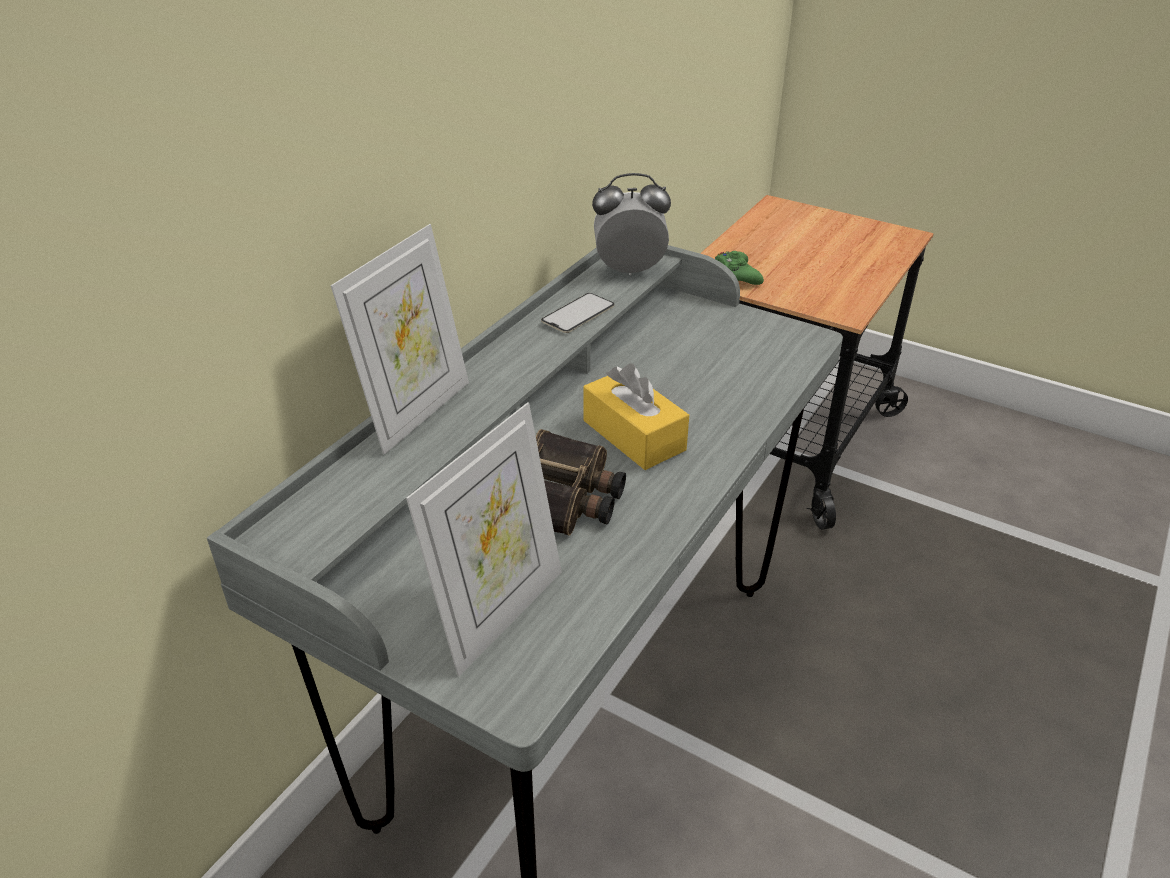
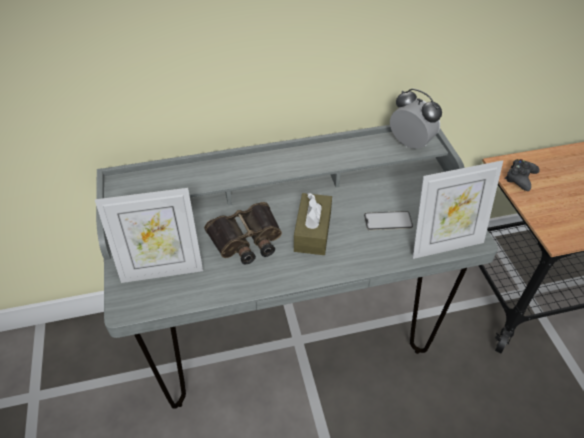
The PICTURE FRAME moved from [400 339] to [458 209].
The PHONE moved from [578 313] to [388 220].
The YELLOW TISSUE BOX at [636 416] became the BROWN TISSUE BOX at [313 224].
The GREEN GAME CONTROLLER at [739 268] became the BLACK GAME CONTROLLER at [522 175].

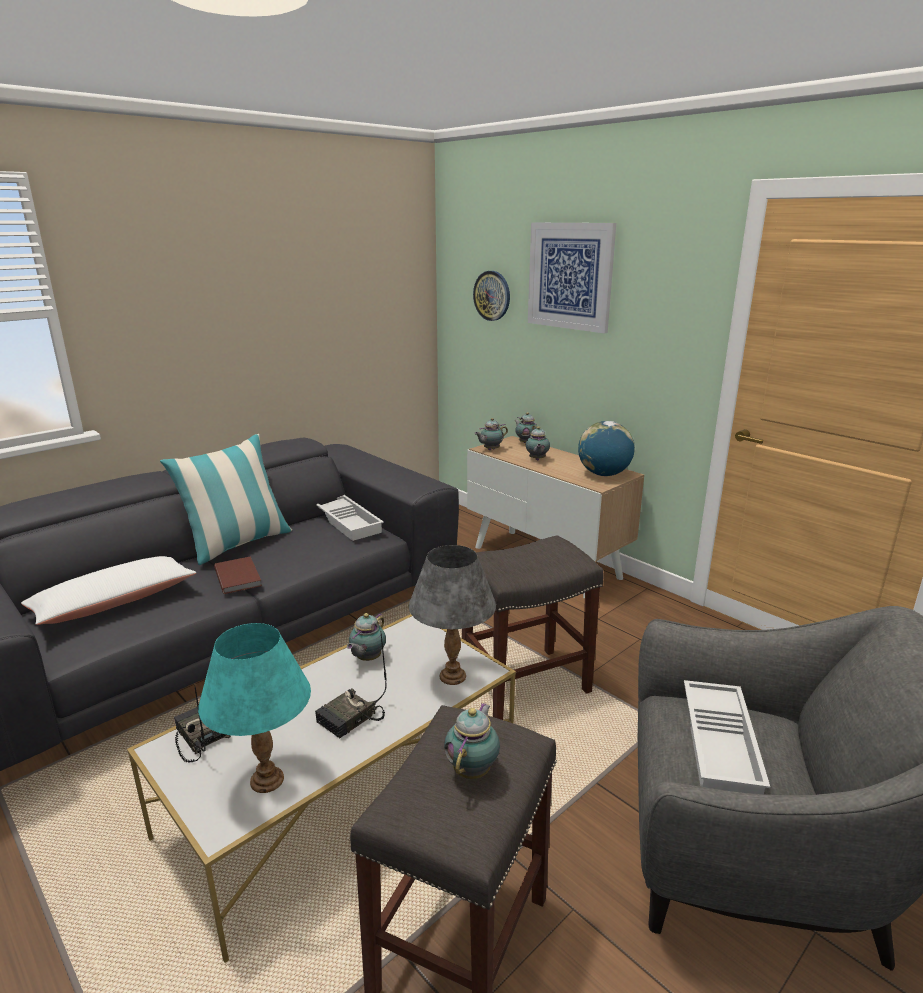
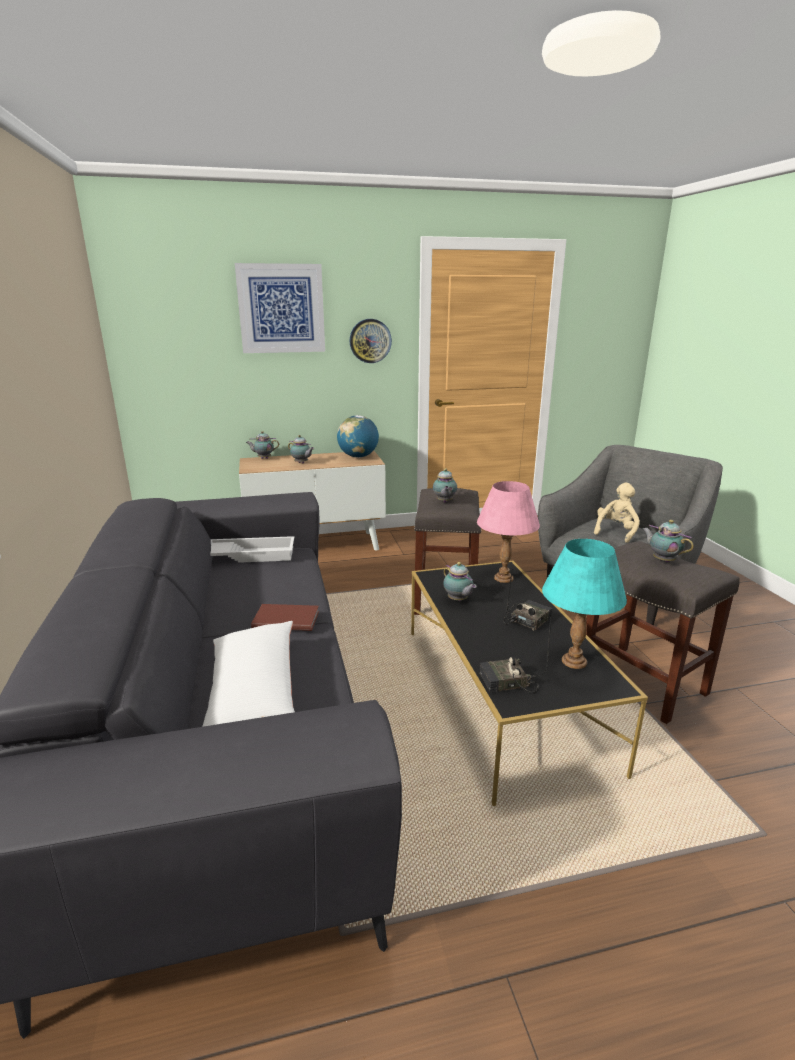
The PILLOW at [226 499] disappeared.
The WALL CLOCK moved from [491 296] to [370 341].
The TEAPOT moved from [491 434] to [445 485].
The WHITE TRAY at [727 737] was replaced by the BEIGE PLUSH TOY at [617 512].
The WHITE COFFEE TABLE at [321 788] became the BLACK COFFEE TABLE at [529 683].
The GREY TABLE LAMP at [452 615] became the PINK TABLE LAMP at [508 532].
The RADIO at [351 686] turned 120 degrees counterclockwise.

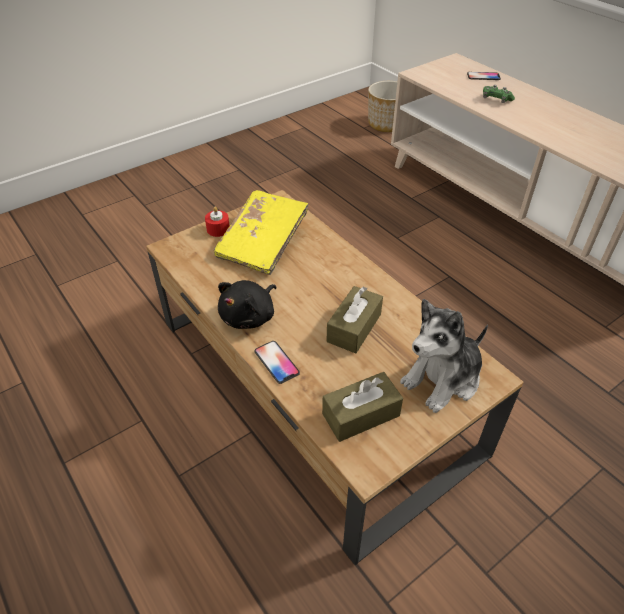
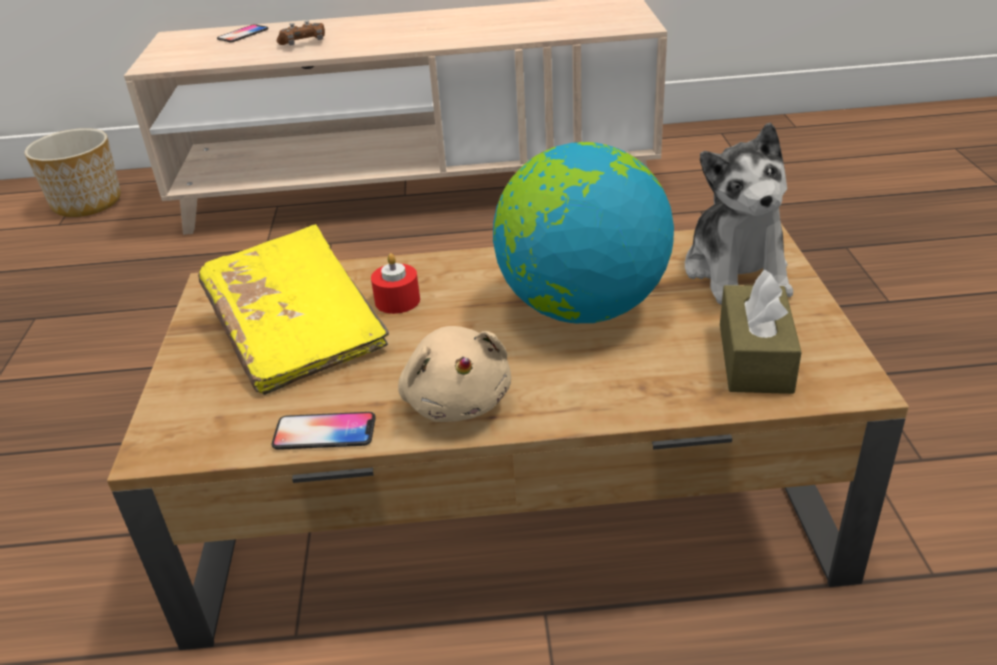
The RED CANDLE moved from [217 222] to [395 283].
The PHONE moved from [277 362] to [324 431].
The BROWN TISSUE BOX at [355 320] was replaced by the GLOBE at [583 232].
The BLACK PLUSH TOY at [247 304] became the BEIGE PLUSH TOY at [454 374].
The GREEN GAME CONTROLLER at [499 94] became the BROWN GAME CONTROLLER at [301 32].

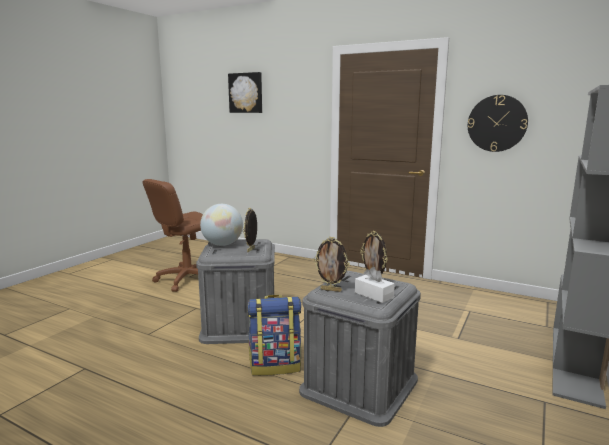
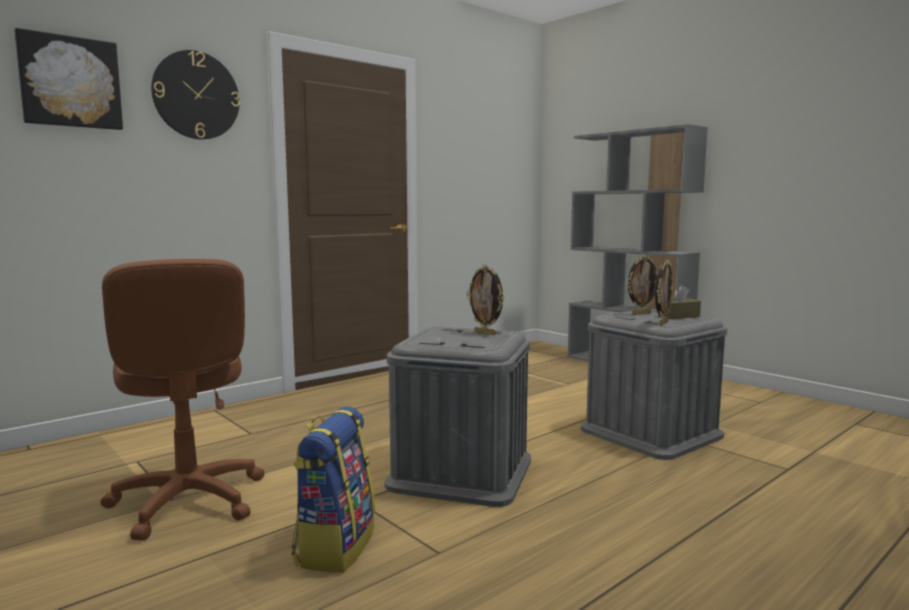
The GLOBE at [221 225] disappeared.
The BACKPACK moved from [274 335] to [333 490].
The WALL CLOCK moved from [498 123] to [195 94].
The WHITE TISSUE BOX at [375 285] became the BROWN TISSUE BOX at [679 302].

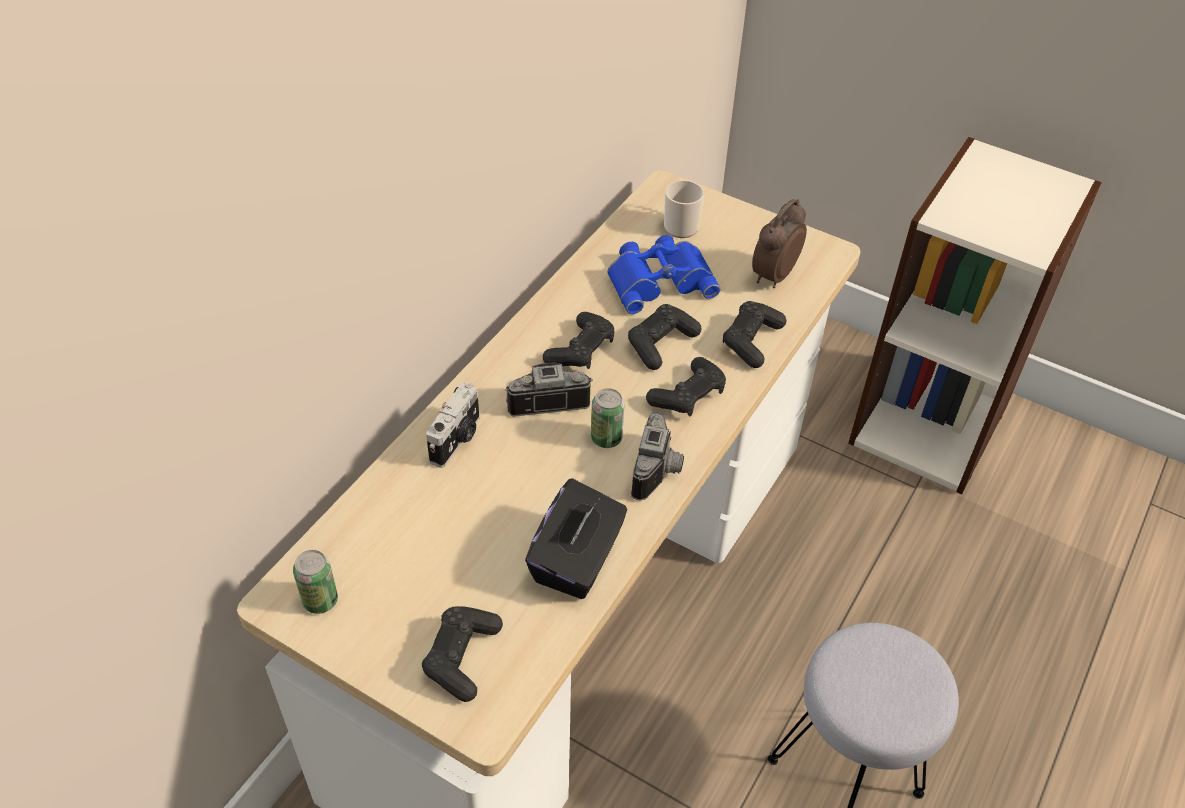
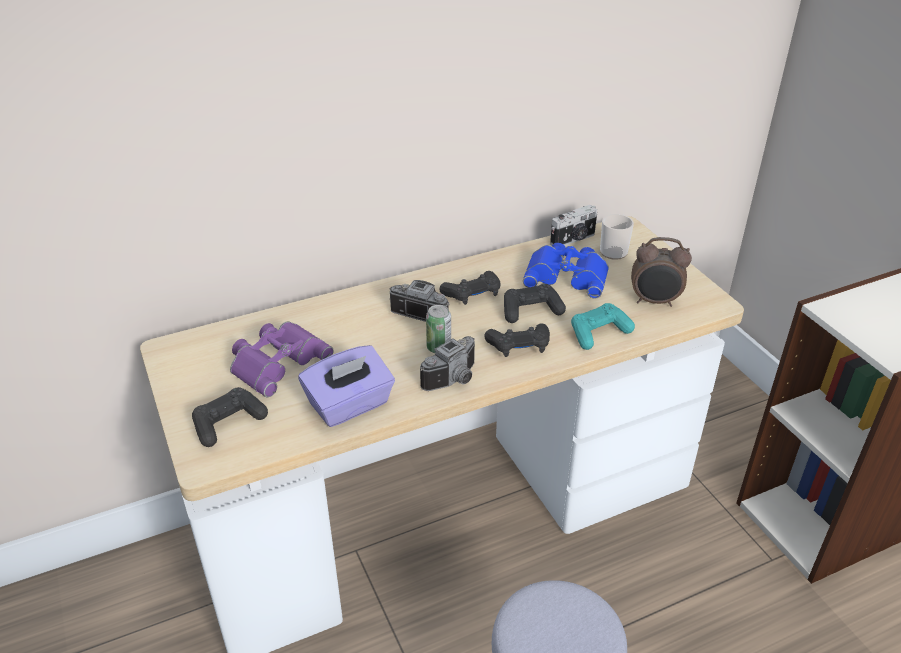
The CAN at [315 582] disappeared.
The PURPLE BINOCULARS at [282 359] appeared.
The PHOTO CAMERA moved from [452 425] to [573 225].
The BLACK TISSUE BOX at [576 538] became the PURPLE TISSUE BOX at [347 386].
The BLACK GAME CONTROLLER at [754 334] became the TURQUOISE GAME CONTROLLER at [603 326].
The ALARM CLOCK at [779 243] turned 150 degrees counterclockwise.

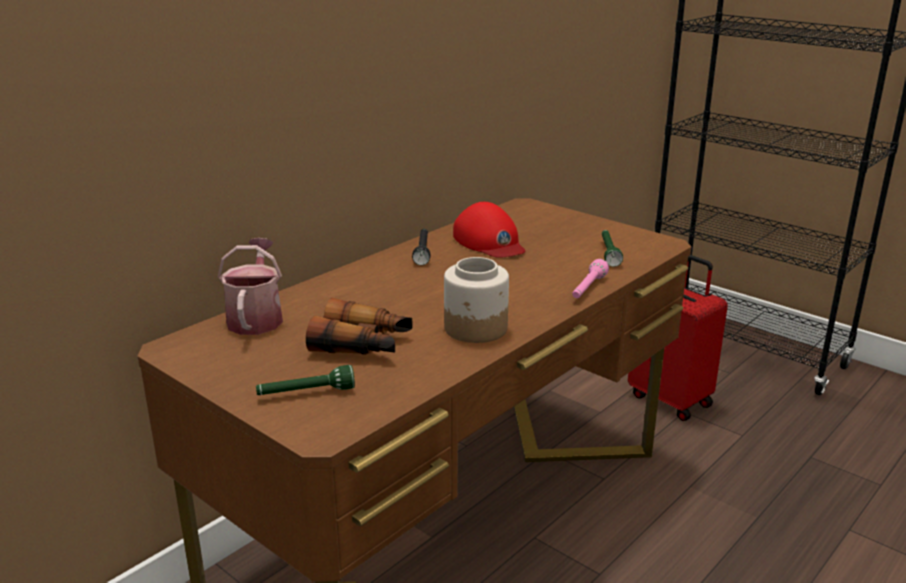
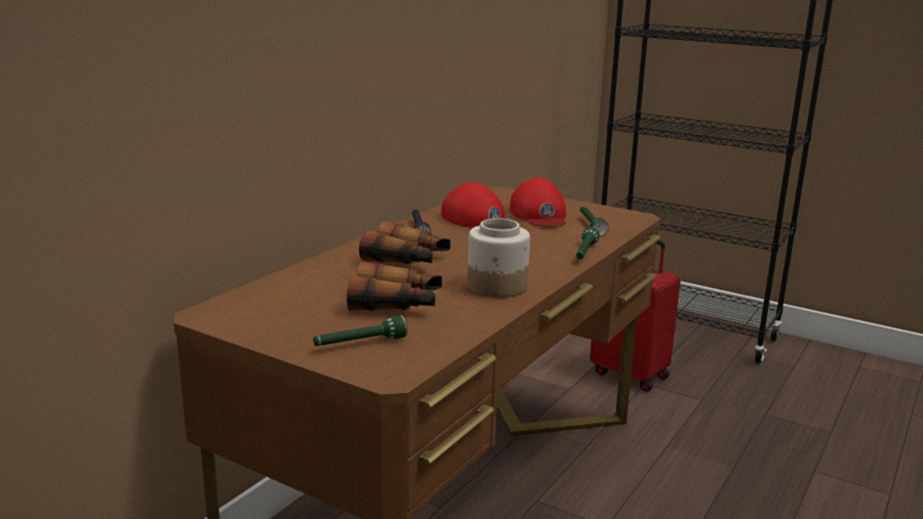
The WATERING CAN at [250 286] disappeared.
The BINOCULARS at [405 242] appeared.
The RED CAP at [538 202] appeared.
The PINK FLASHLIGHT at [590 278] became the GREEN FLASHLIGHT at [588 243].

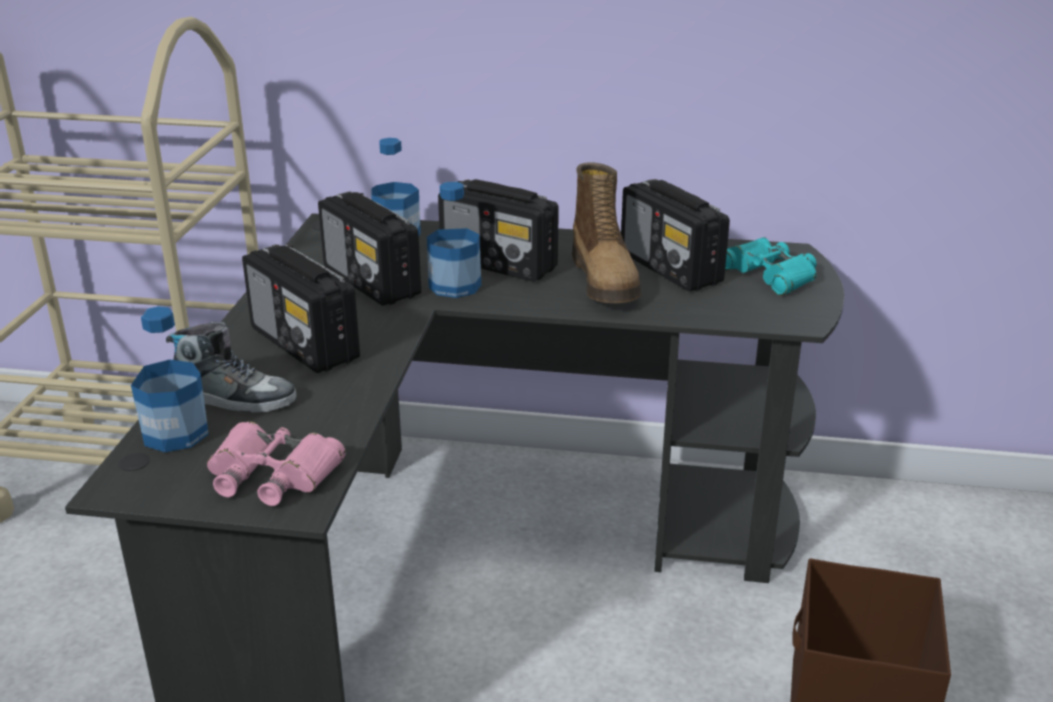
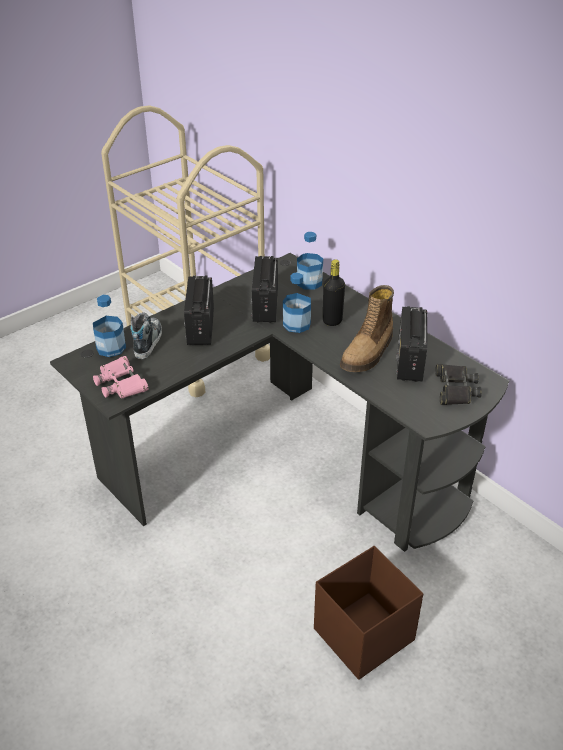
The RADIO at [498 230] was replaced by the BLACK BOTTLE at [334 292].
The TURQUOISE BINOCULARS at [771 266] became the BLACK BINOCULARS at [458 384].
The SHOE at [231 367] turned 135 degrees counterclockwise.

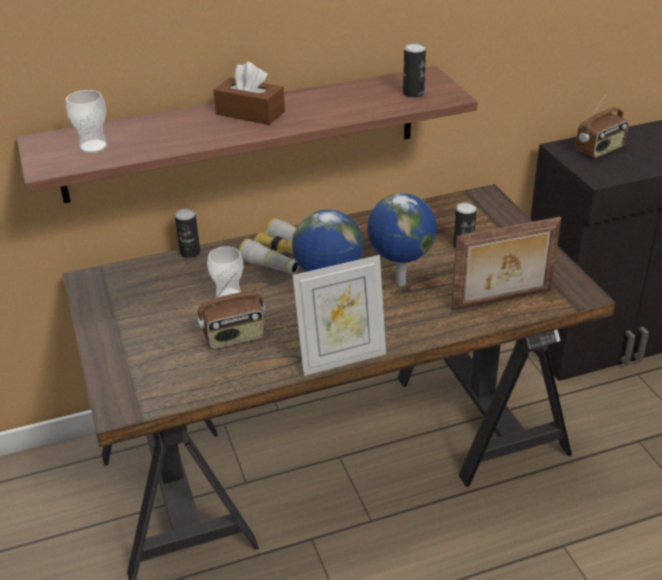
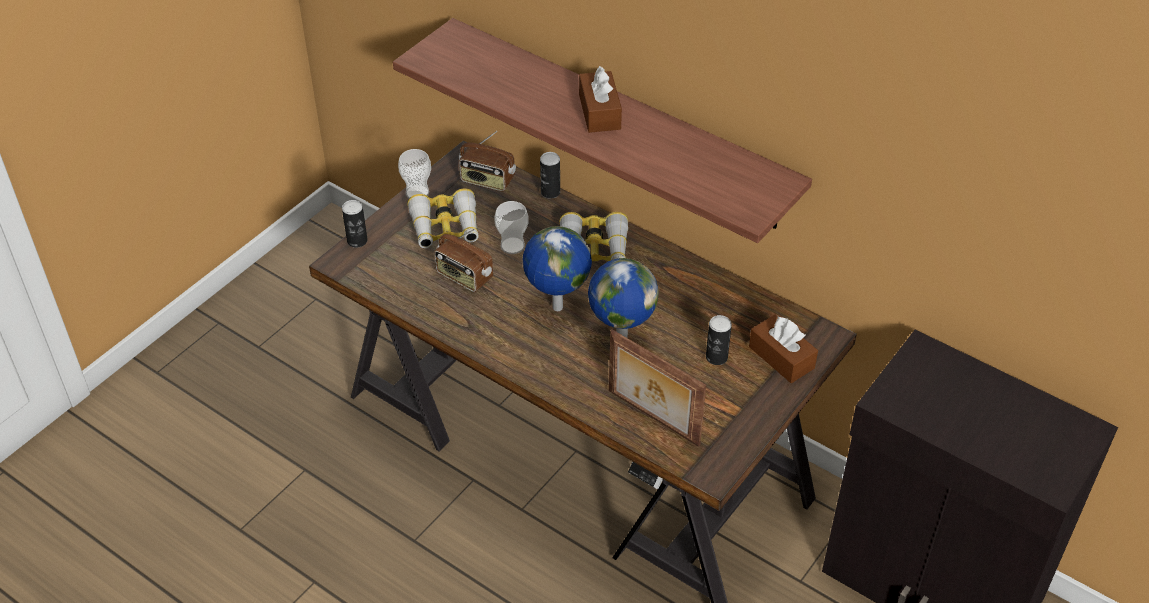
The PICTURE FRAME at [339 315] disappeared.
The BINOCULARS at [443 218] appeared.
The BROWN TISSUE BOX at [783 349] appeared.
The CUP moved from [86 121] to [414 173].
The CAN moved from [414 70] to [355 224].
The RADIO moved from [601 125] to [487 161].

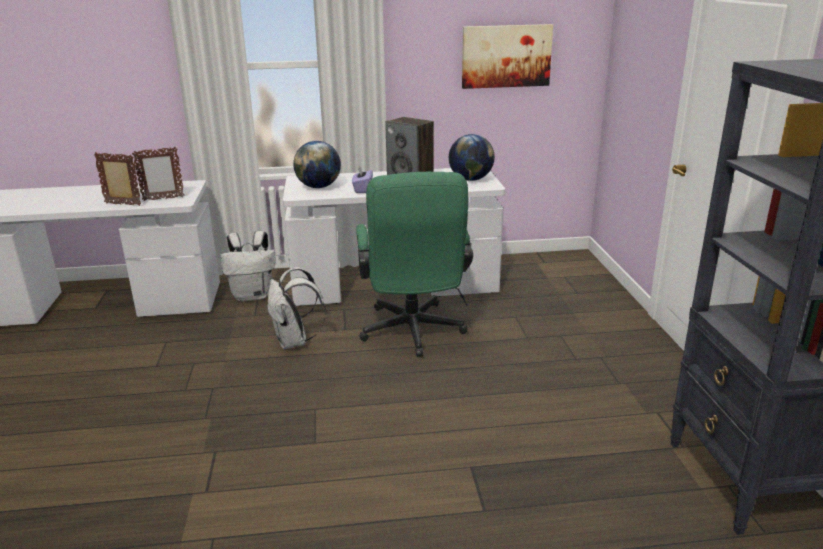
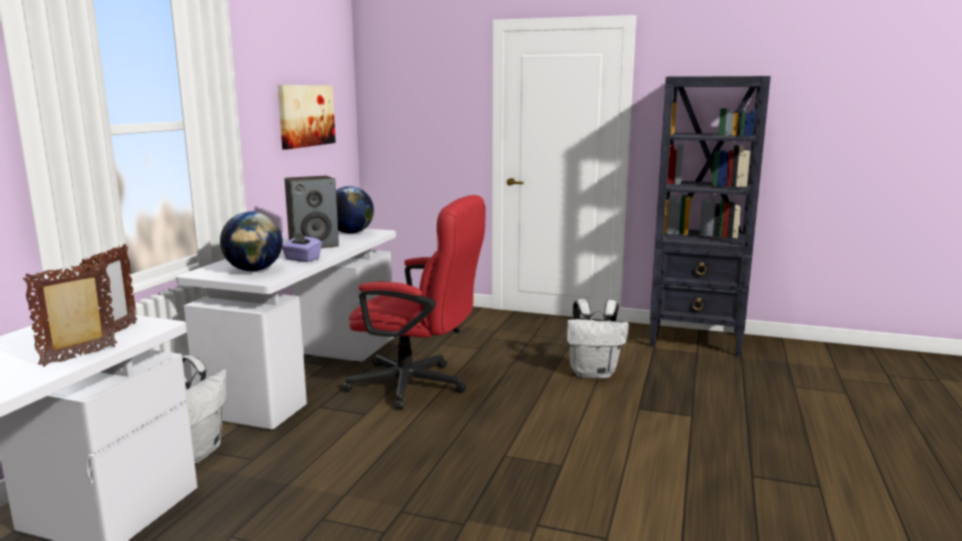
The WHITE BACKPACK moved from [297 308] to [598 339].
The GREEN OFFICE CHAIR at [414 264] became the RED OFFICE CHAIR at [414 302].

